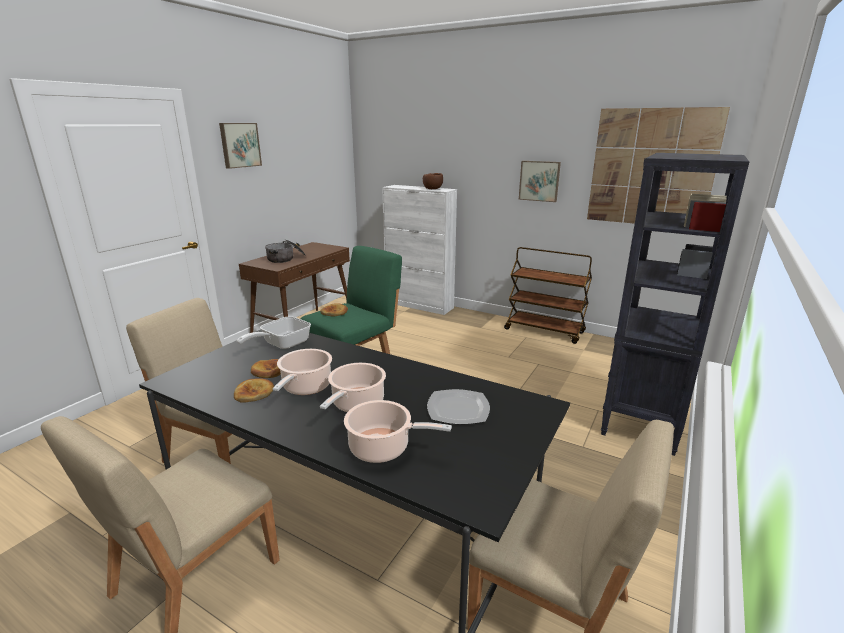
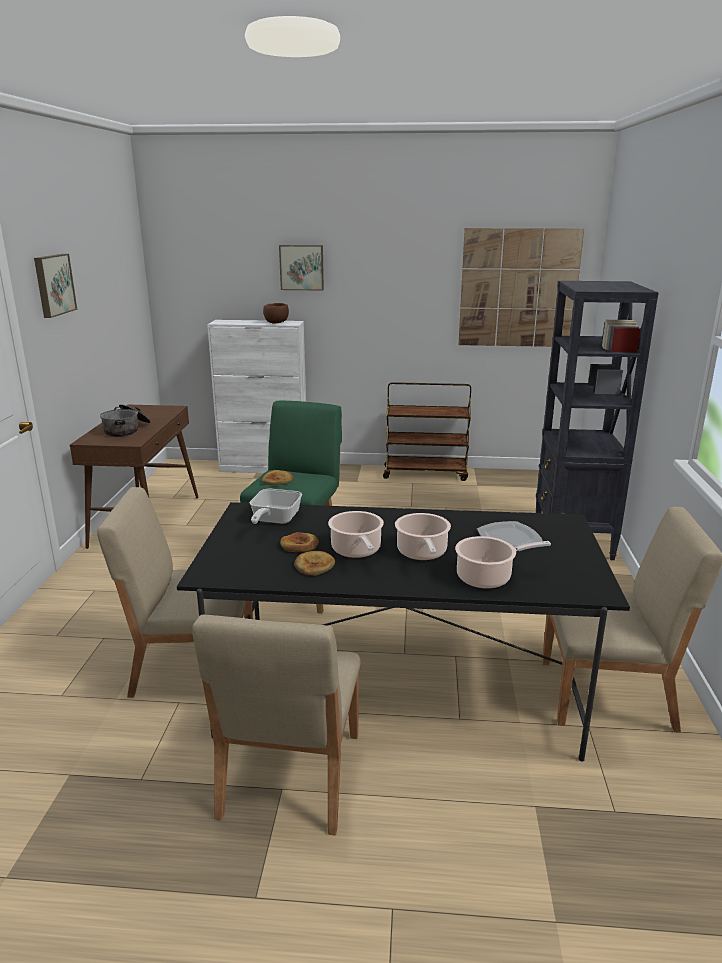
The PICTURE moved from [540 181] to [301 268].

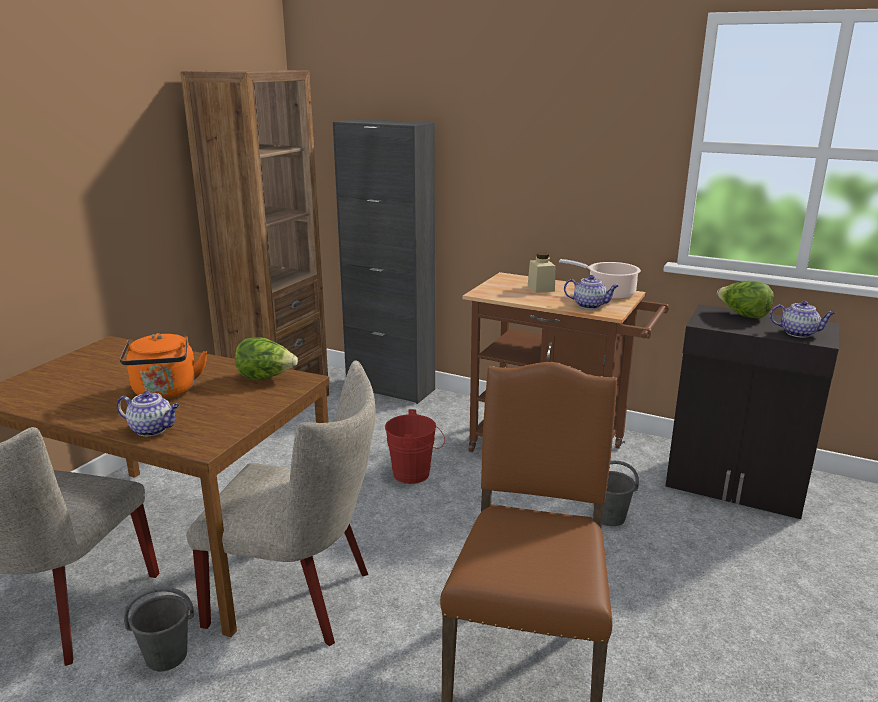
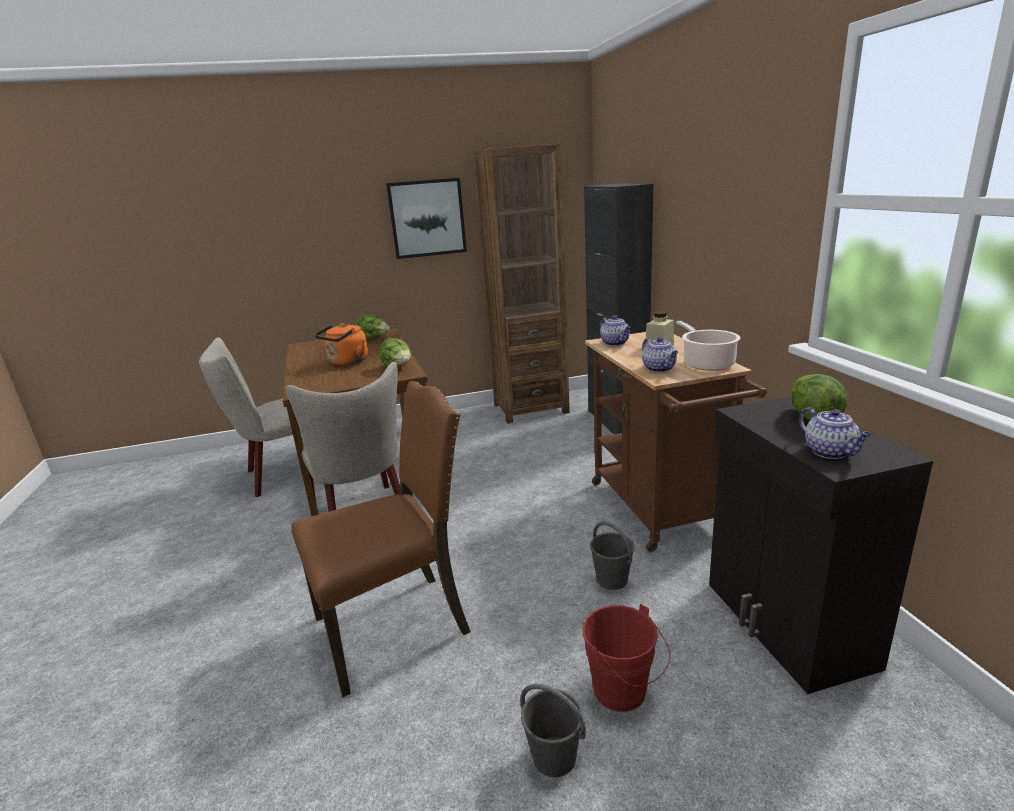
The LETTUCE at [372 327] appeared.
The PICTURE at [426 218] appeared.
The TEAPOT moved from [148 413] to [615 330].
The GREY BUCKET moved from [159 629] to [553 730].
The RED BUCKET moved from [415 446] to [626 658].

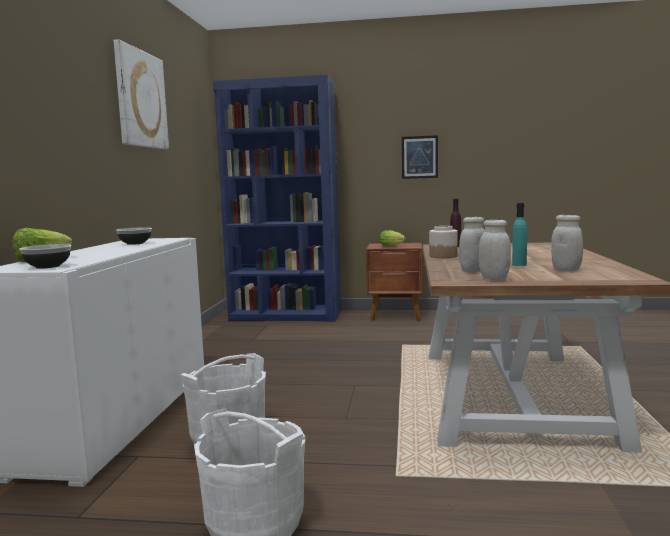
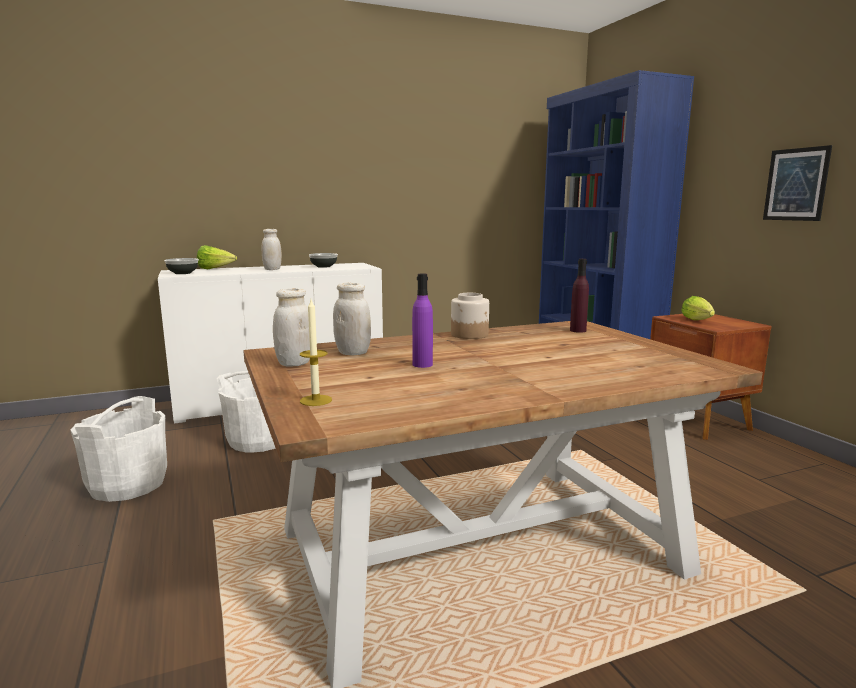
The PICTURE at [141 94] disappeared.
The CANDLE at [316 353] appeared.
The WHITE JAR moved from [567 243] to [272 249].
The TURQUOISE BOTTLE at [519 234] became the PURPLE BOTTLE at [422 321].

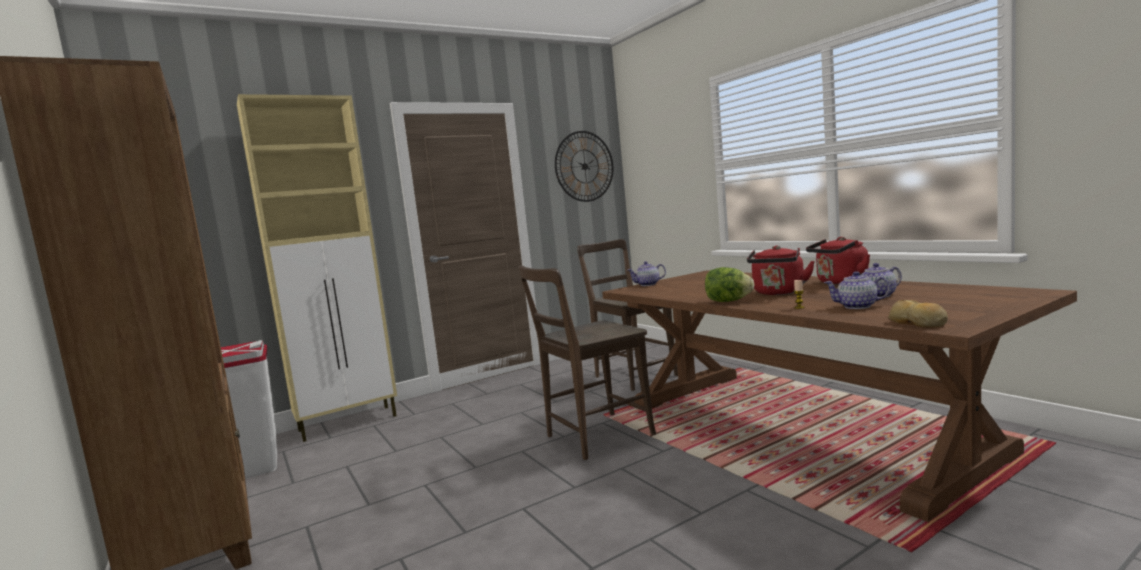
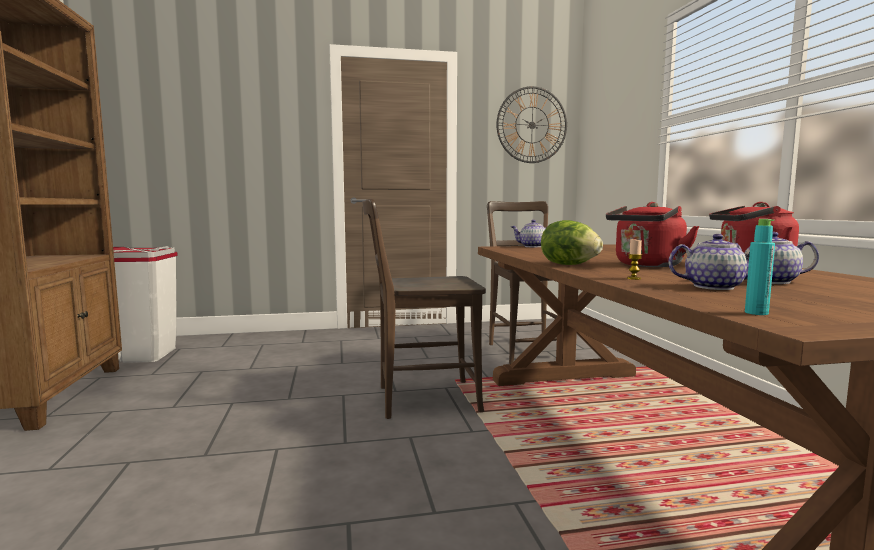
The BEIGE CABINET at [317 268] disappeared.
The BREAD at [918 314] was replaced by the TURQUOISE BOTTLE at [760 267].
The TEAPOT at [857 290] turned 150 degrees clockwise.

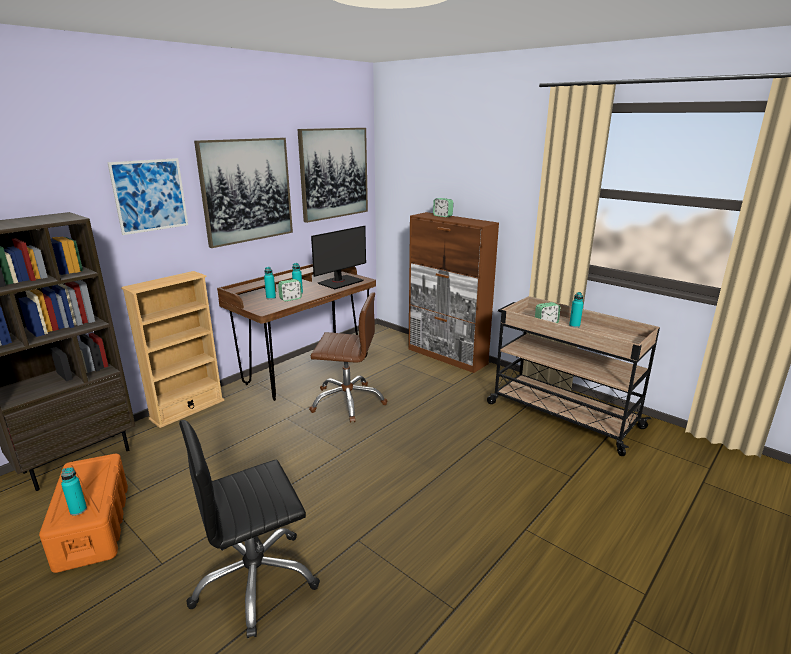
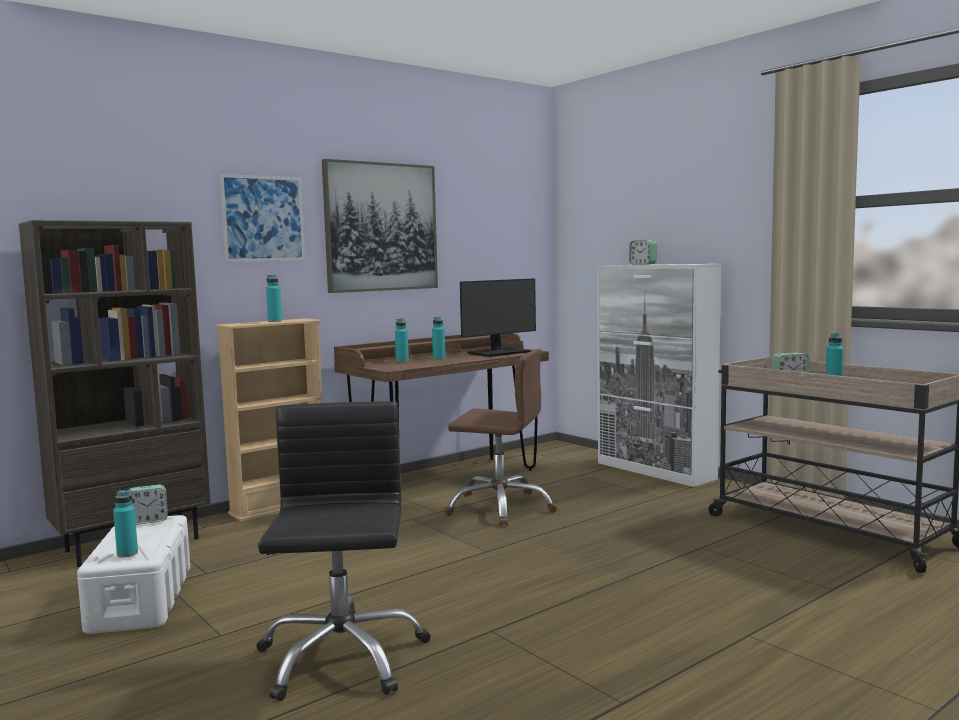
The PICTURE at [332 175] disappeared.
The TURQUOISE BOTTLE at [274 298] appeared.
The ALARM CLOCK moved from [290 290] to [148 505].
The ORANGE STORAGE BOX at [83 513] became the WHITE STORAGE BOX at [133 574].
The BROWN CABINET at [453 292] became the WHITE CABINET at [659 375].
The BLACK OFFICE CHAIR at [249 529] turned 105 degrees clockwise.

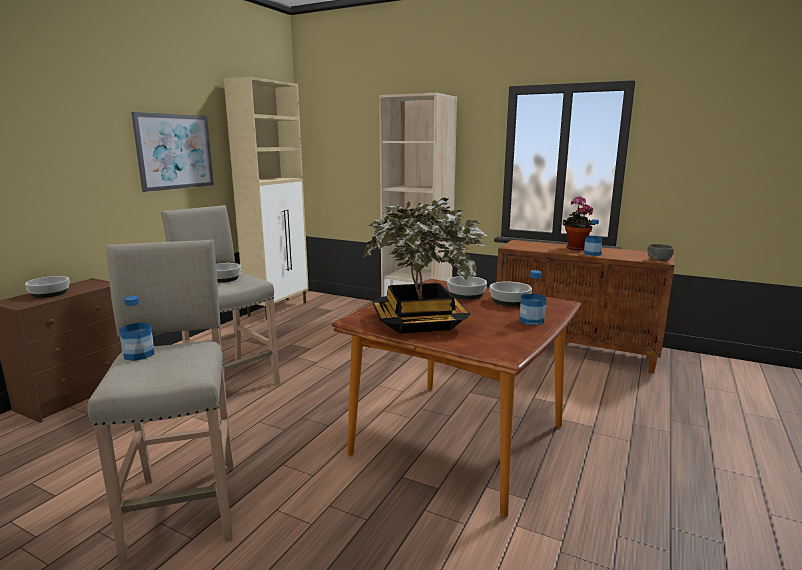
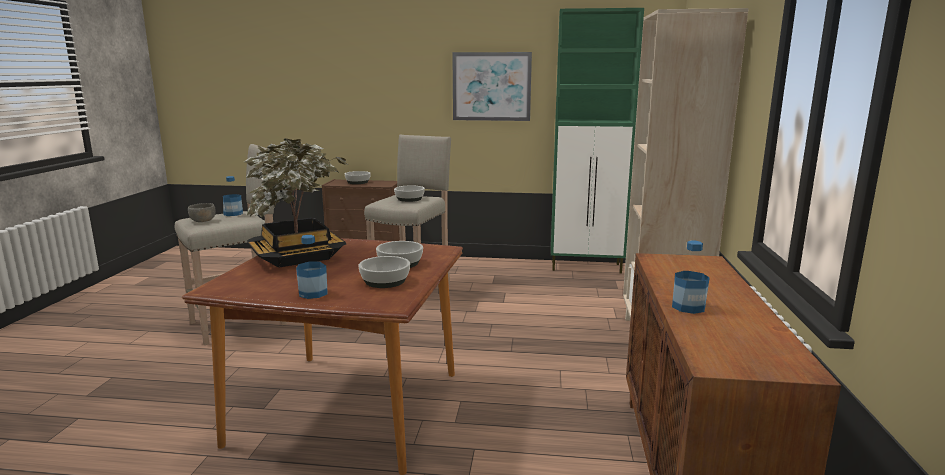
The POTTED PLANT at [578 223] disappeared.
The GREY BOWL moved from [660 252] to [202 212].
The BEIGE CABINET at [266 198] became the GREEN CABINET at [597 140].

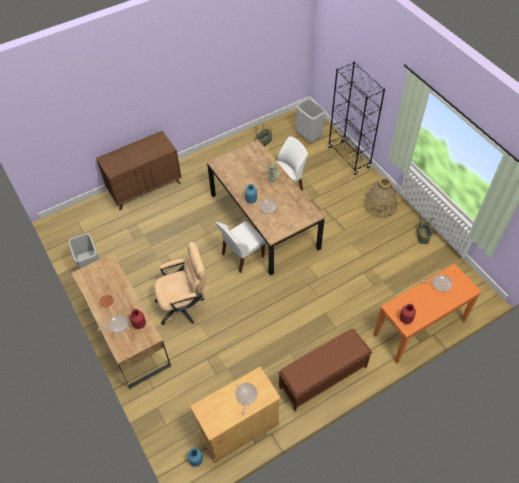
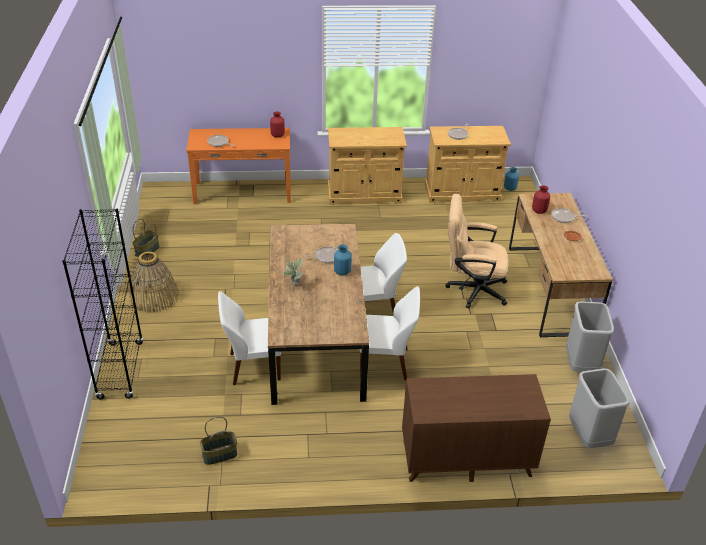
The WHITE CHAIR at [390 333] appeared.
The GREY TRASH CAN moved from [311 120] to [599 408].
The BROWN BENCH at [325 370] was replaced by the BEIGE CABINET at [367 166].

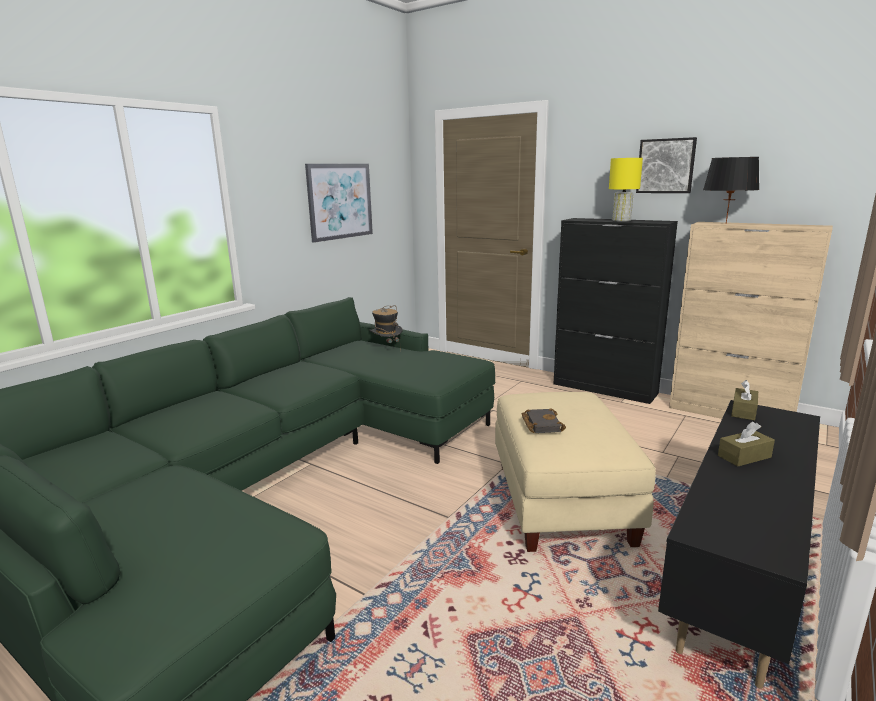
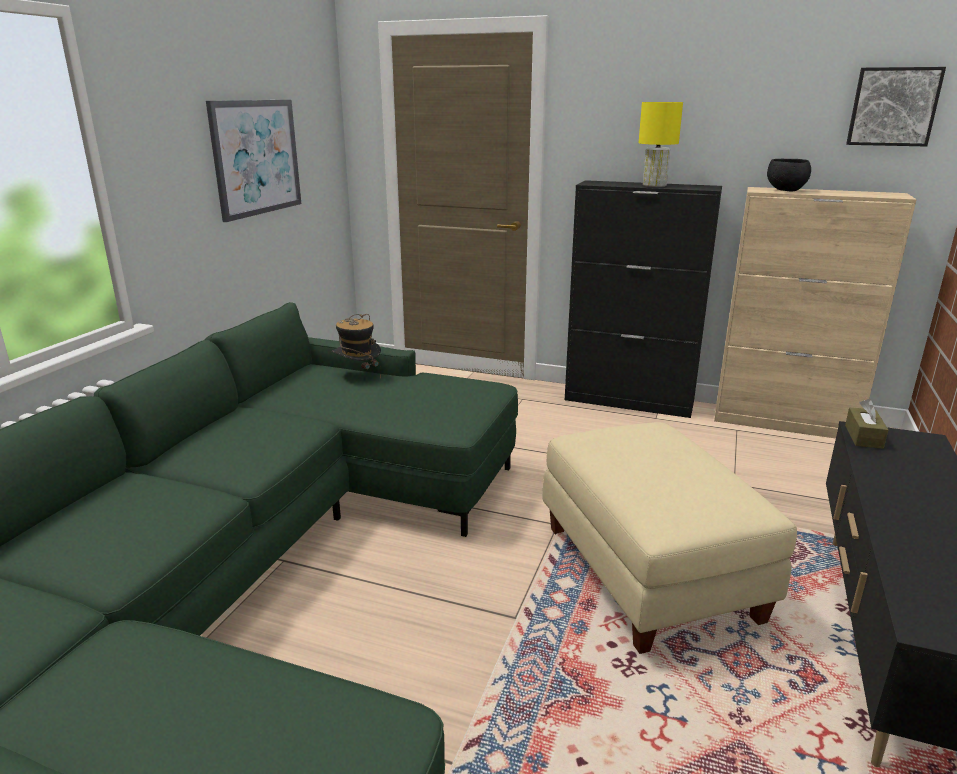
The BLACK BOOK at [544 420] disappeared.
The BROWN TISSUE BOX at [746 444] disappeared.
The PICTURE moved from [666 165] to [896 107].
The BLACK TABLE LAMP at [731 190] was replaced by the BLACK BOWL at [789 175].

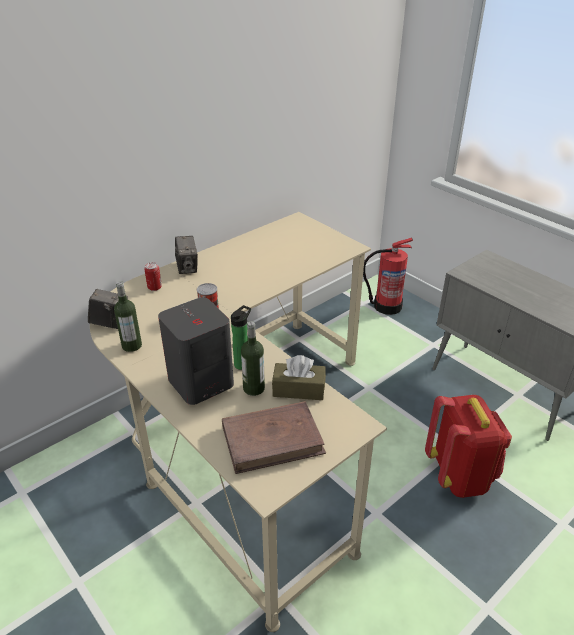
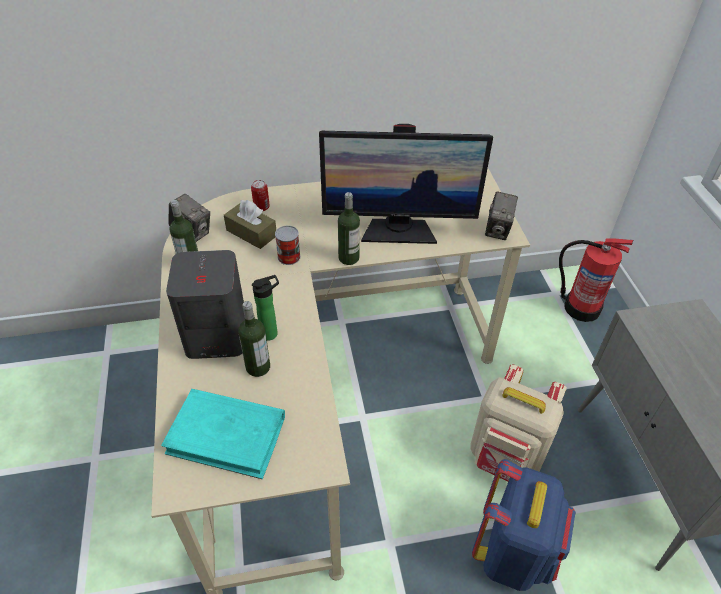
The MONITOR at [406 184] appeared.
The BOTTLE at [349 228] appeared.
The BEIGE BACKPACK at [519 423] appeared.
The PHOTO CAMERA moved from [186 255] to [501 216].
The BROWN TISSUE BOX moved from [299 377] to [250 224].
The BROWN BOOK at [274 437] became the TURQUOISE BOOK at [223 434].
The RED BACKPACK at [468 446] became the BLUE BACKPACK at [524 525].

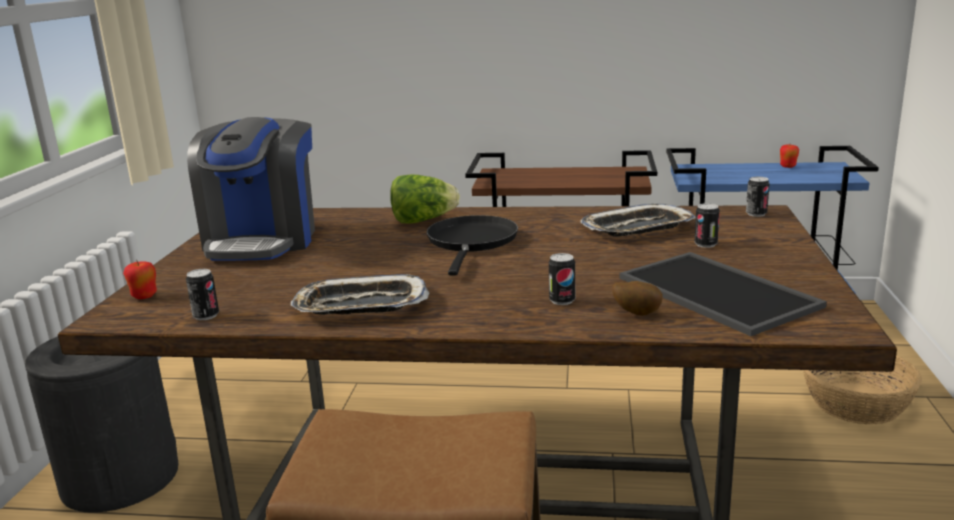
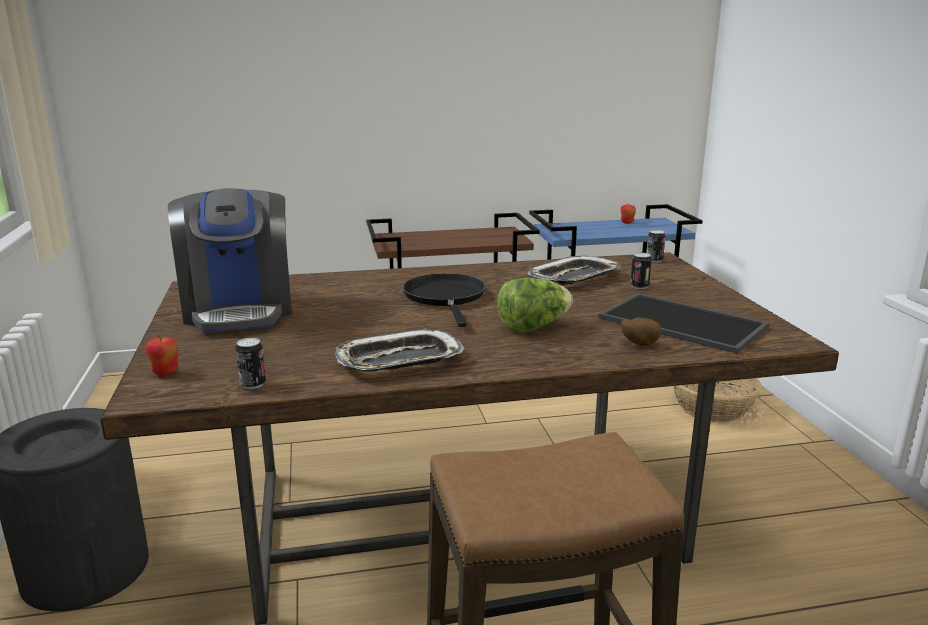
The CAN at [562 279] disappeared.
The LETTUCE moved from [425 199] to [535 305].

